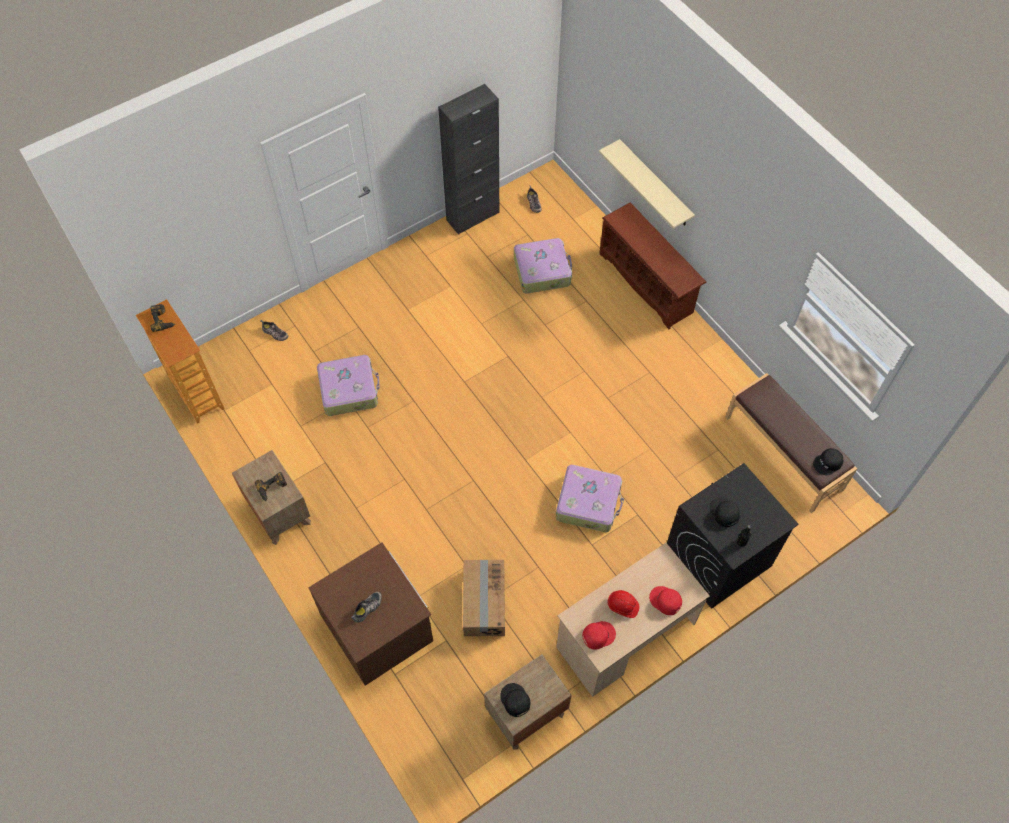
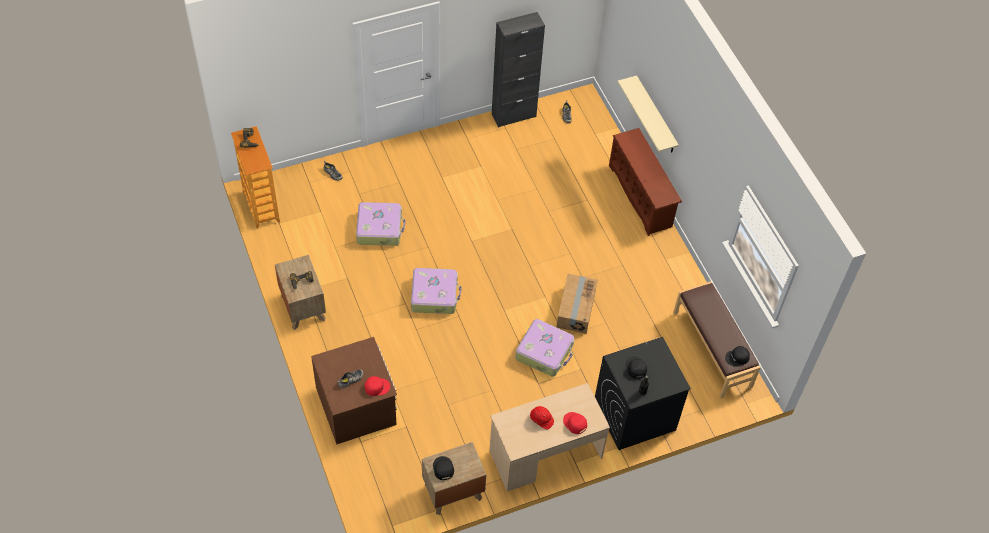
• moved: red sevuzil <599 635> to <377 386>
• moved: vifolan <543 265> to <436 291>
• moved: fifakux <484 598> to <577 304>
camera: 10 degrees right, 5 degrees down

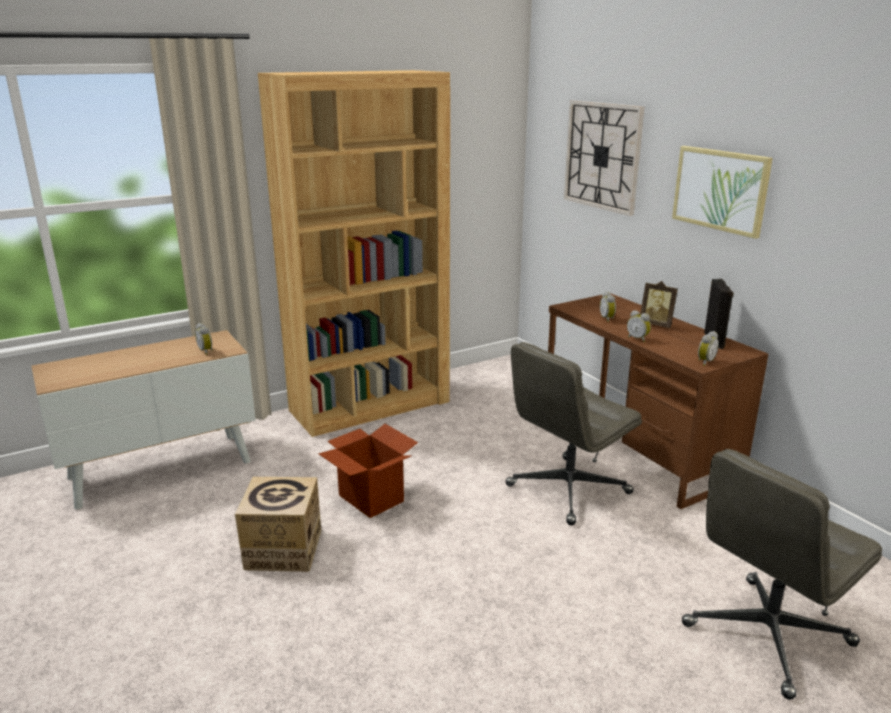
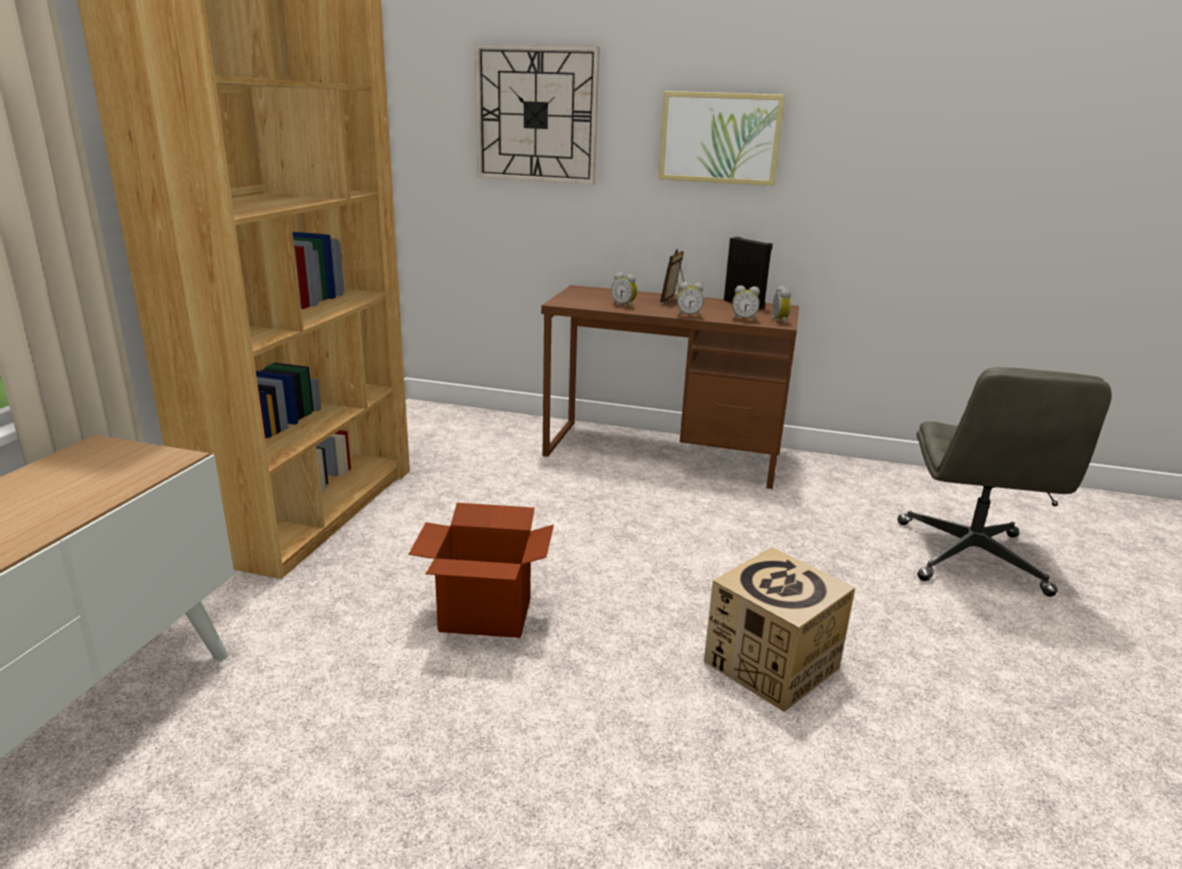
• turned: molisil <659 304> = <672 276> 120 degrees clockwise
• moved: fifakux <278 524> to <779 629>
• moved: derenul <204 339> to <746 303>
• removed: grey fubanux <573 433>
camera: 45 degrees left, 0 degrees up

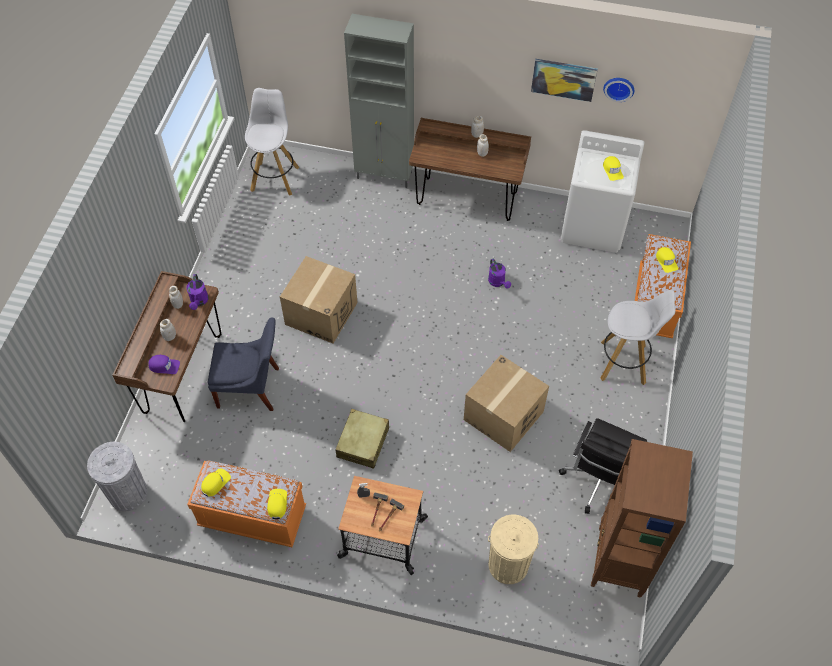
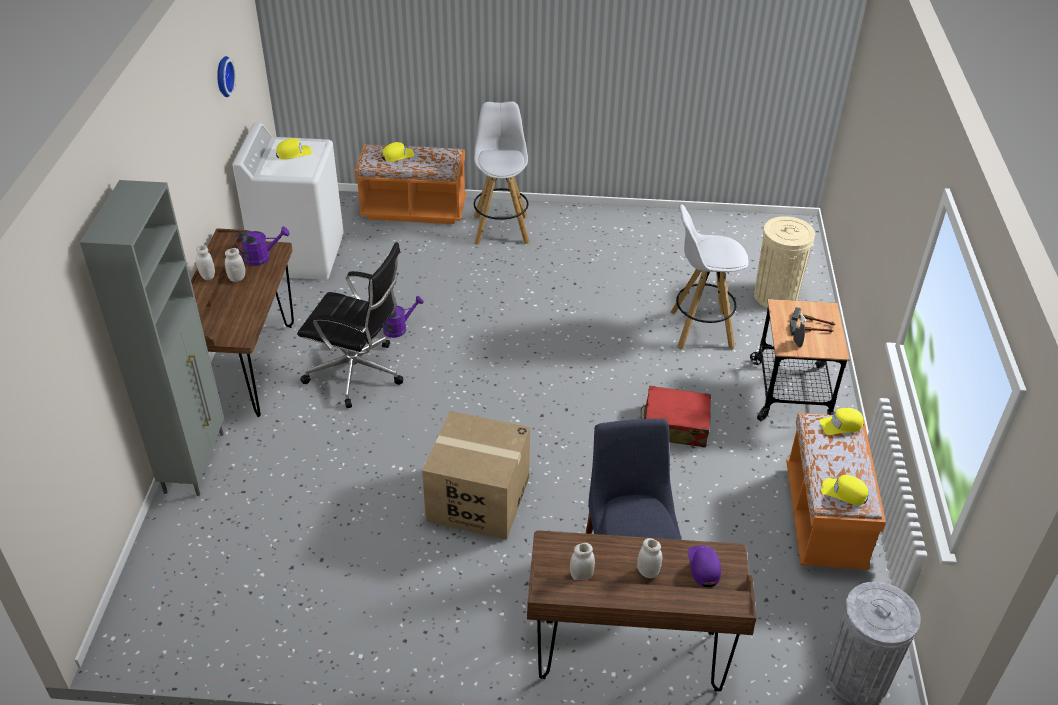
• moved: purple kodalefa <197 292> to <262 246>
• moved: black fubanux <603 466> to <350 325>
• recoloured: beige vifolan <362 439> to red vifolan <676 416>
• moved: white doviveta <272 142> to <710 277>
• removed: fifakux <506 403>
• removed: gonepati <564 80>
• removed: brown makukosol <642 518>
camera: 100 degrees left, 15 degrees down

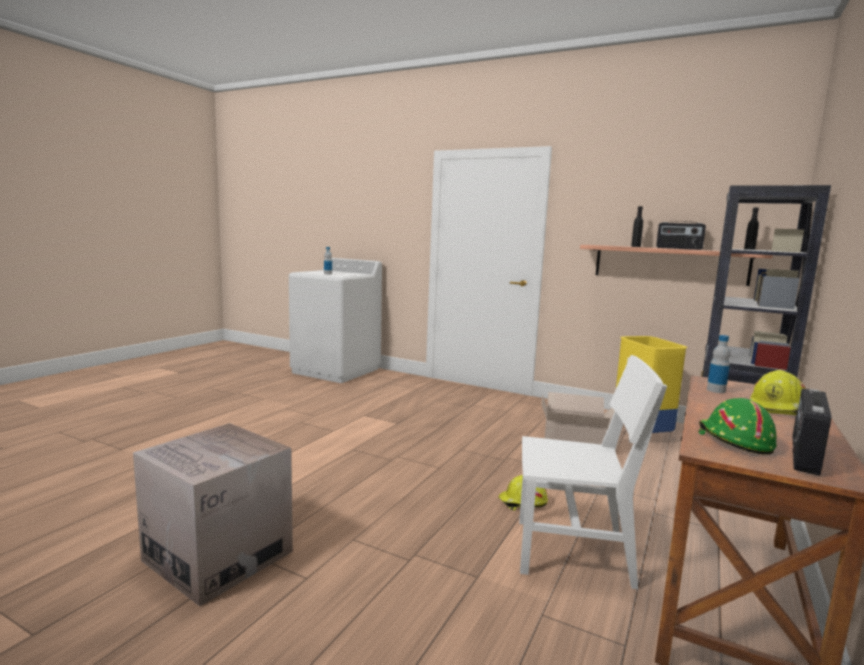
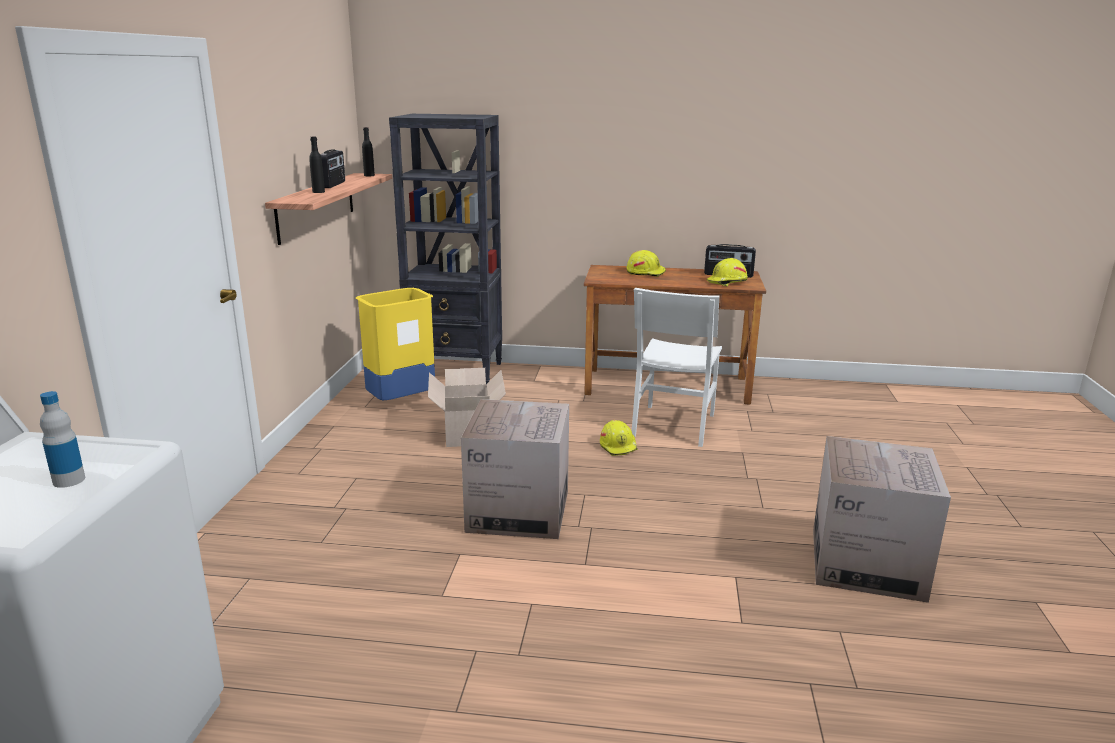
• added: fifakux <515 469>
• turned: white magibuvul <593 472> = <677 367> 150 degrees counterclockwise
• recoloured: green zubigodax <737 426> to yellow zubigodax <727 272>
• removed: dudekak <718 364>
camera: 110 degrees left, 10 degrees up

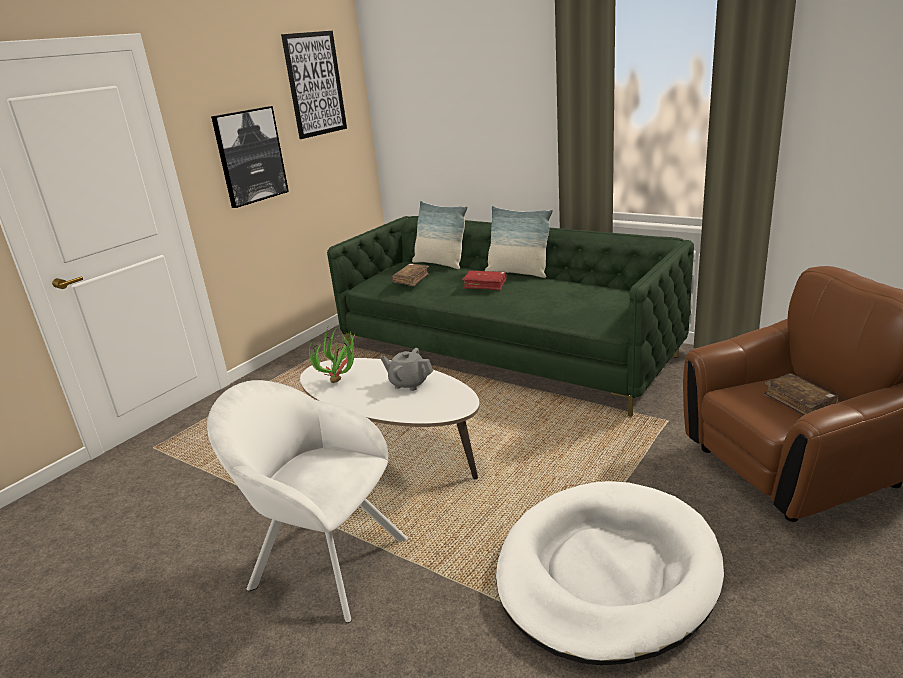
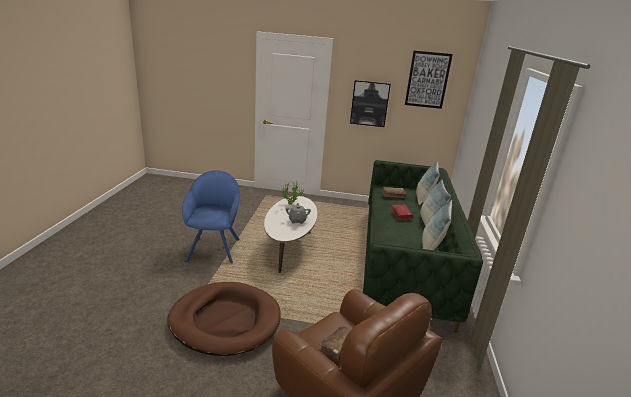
• recoloured: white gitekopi <610 573> to brown gitekopi <224 319>
• recoloured: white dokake <307 501> to blue dokake <211 216>
• added: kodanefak <437 225>
camera: 60 degrees right, 0 degrees up

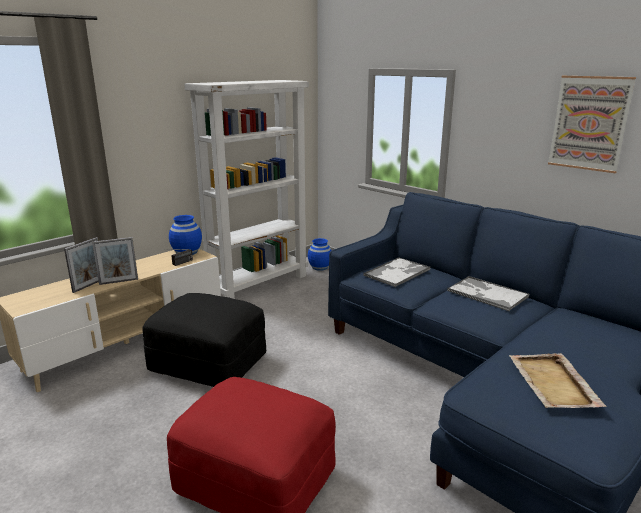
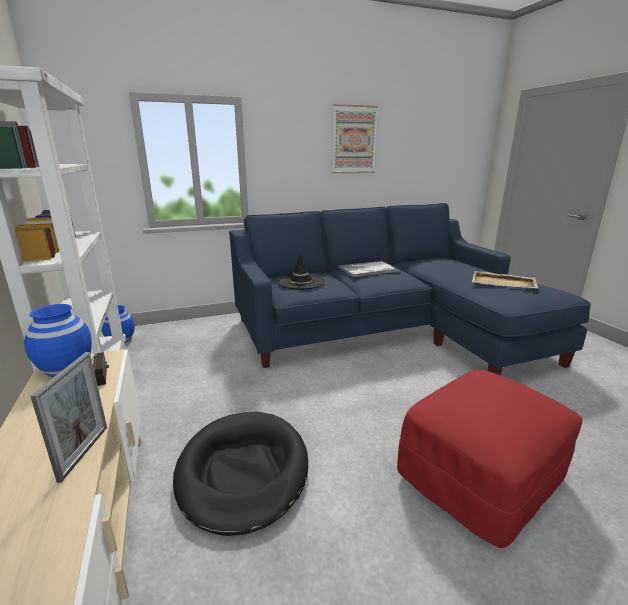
• replaced: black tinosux <204 340> to black gitekopi <240 474>
• replaced: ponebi <397 272> to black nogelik <301 271>
• removed: molisil <81 265>
camera: 65 degrees left, 0 degrees up

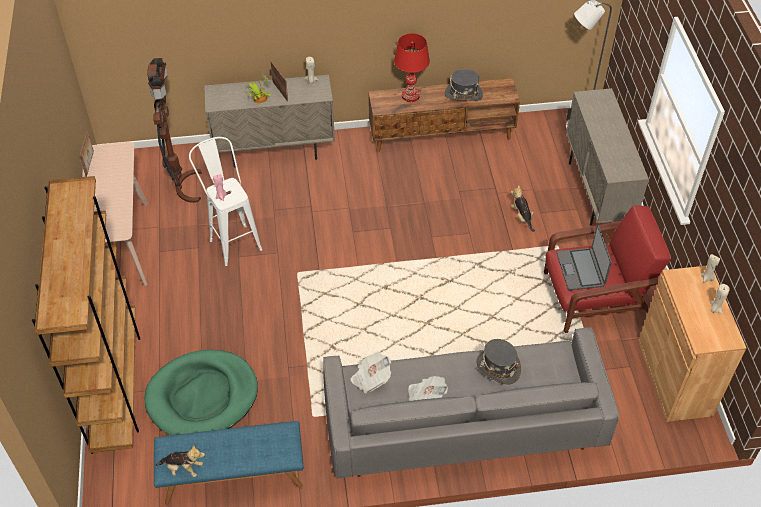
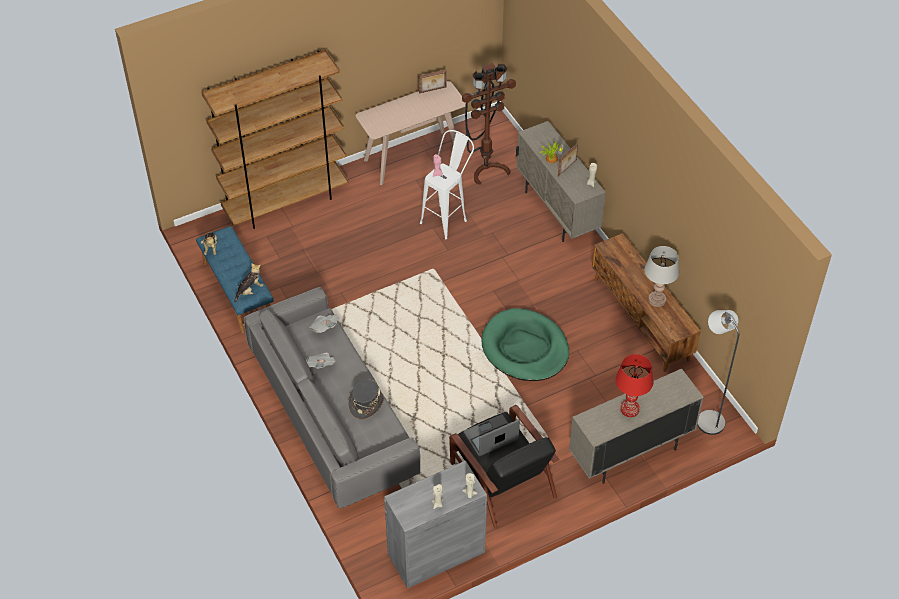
• moved: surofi <523 208> to <249 283>
• recoloured: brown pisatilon <692 343> to grey pisatilon <435 525>
• recoloured: red dokake <607 269> to black dokake <504 467>
• moved: green gitekopi <201 392> to <525 344>
• moved: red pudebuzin <412 67> to <634 385>
• replaced: grey nogelik <464 85> to grey pudebuzin <661 276>
camera: 70 degrees right, 0 degrees up

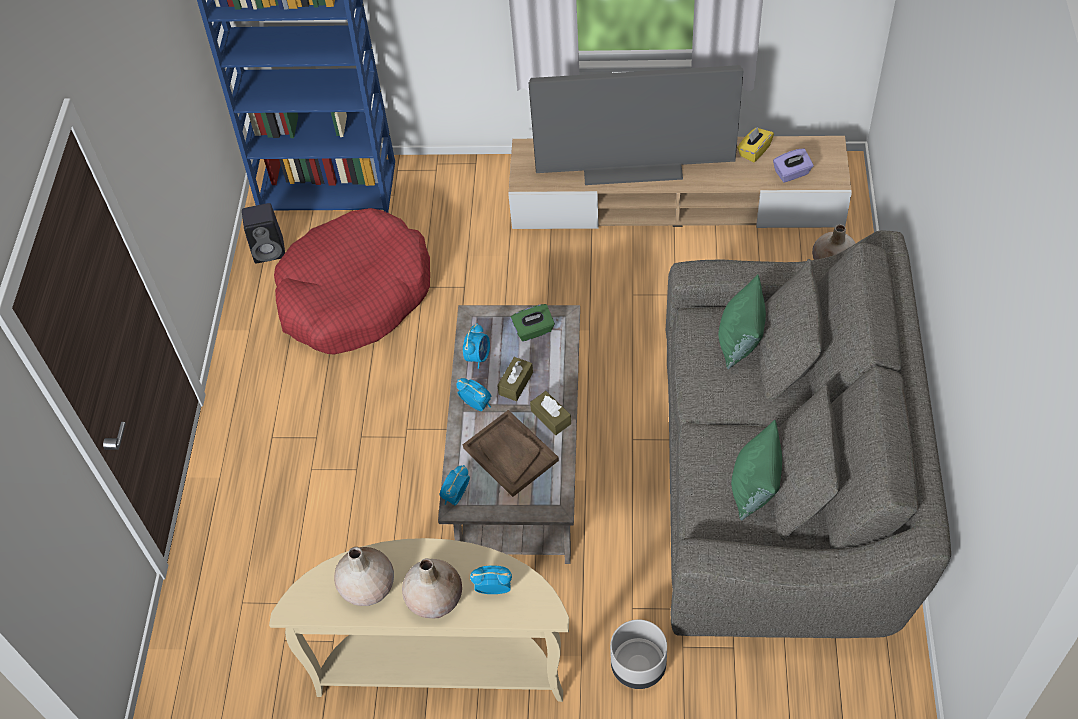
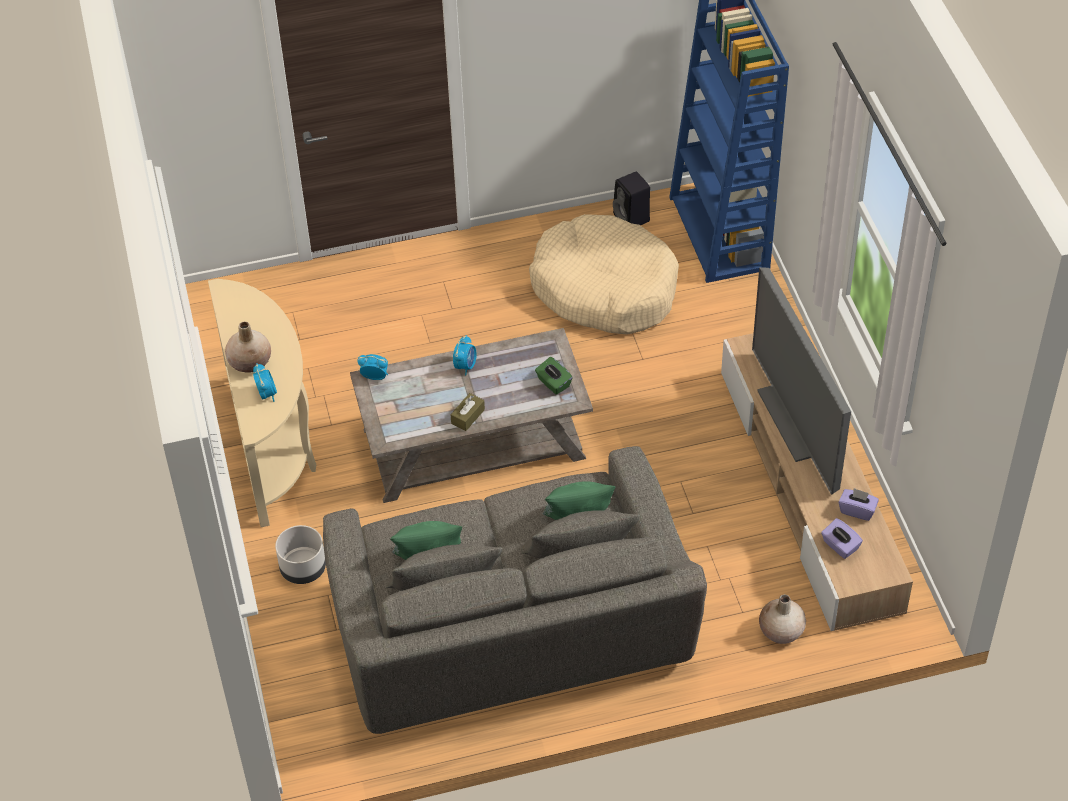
• recoloured: red gitekopi <352 281> to beige gitekopi <604 274>
• recoloured: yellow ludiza <755 145> to purple ludiza <858 504>
• removed: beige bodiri <364 576>
• removed: derenul <476 346>
• removed: brown ponebi <511 453>
• removed: brown ludiza <515 379>
camera: 70 degrees right, 5 degrees down

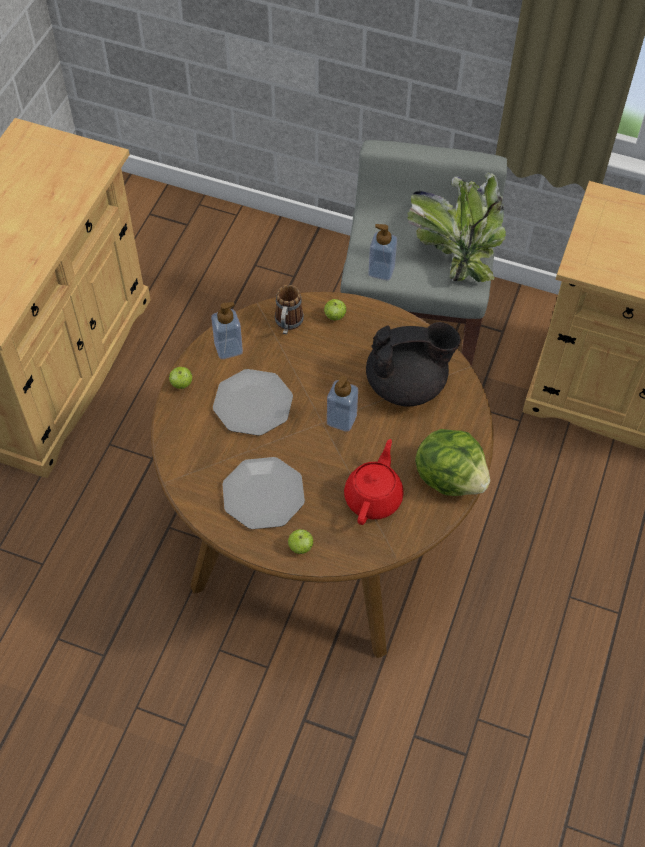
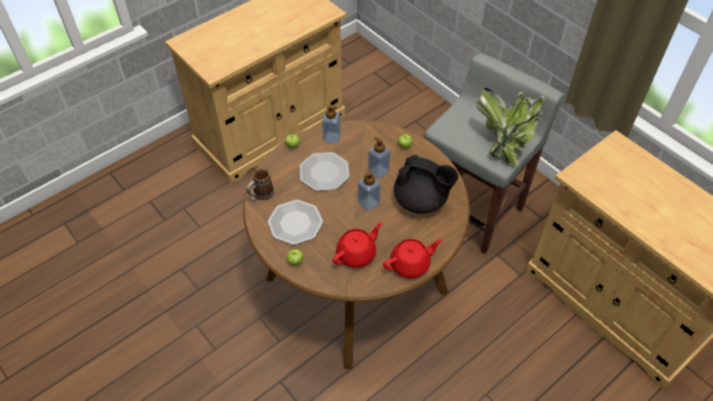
• moved: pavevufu <289 309> to <260 185>
• moved: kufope <382 252> to <379 157>
• replaced: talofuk <452 462> to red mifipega <413 258>
camera: 30 degrees right, 5 degrees down

